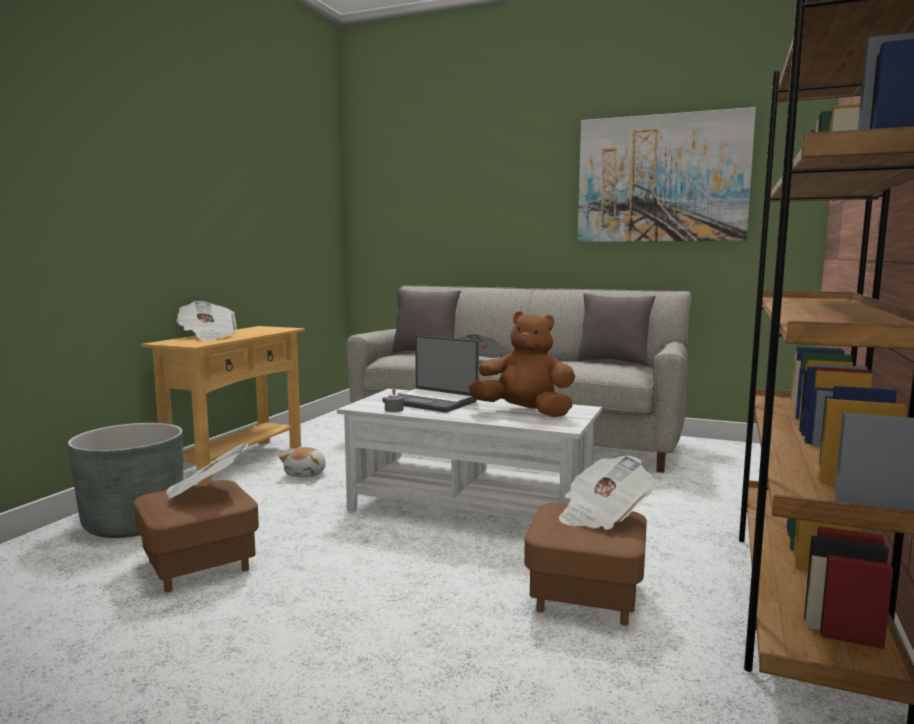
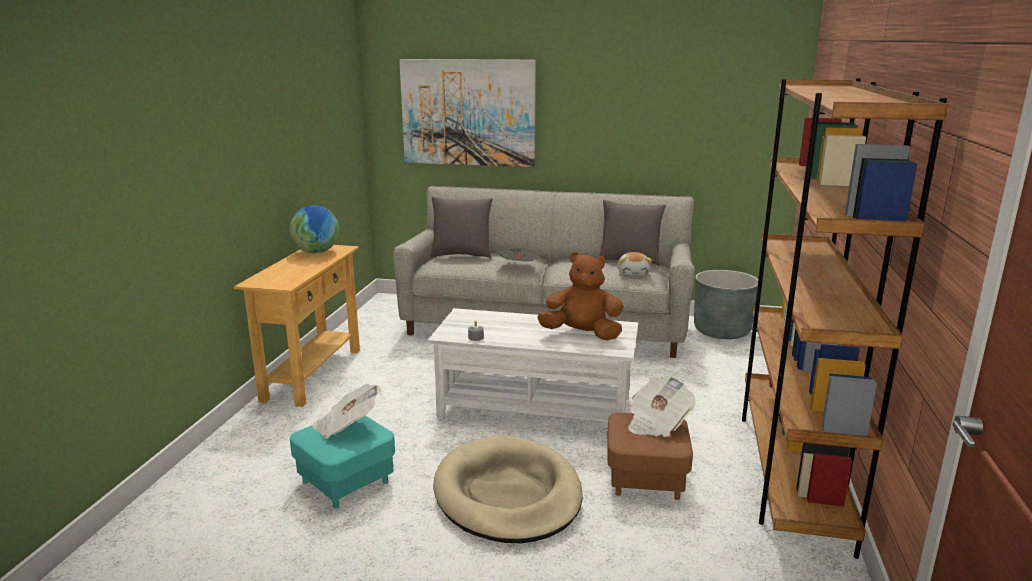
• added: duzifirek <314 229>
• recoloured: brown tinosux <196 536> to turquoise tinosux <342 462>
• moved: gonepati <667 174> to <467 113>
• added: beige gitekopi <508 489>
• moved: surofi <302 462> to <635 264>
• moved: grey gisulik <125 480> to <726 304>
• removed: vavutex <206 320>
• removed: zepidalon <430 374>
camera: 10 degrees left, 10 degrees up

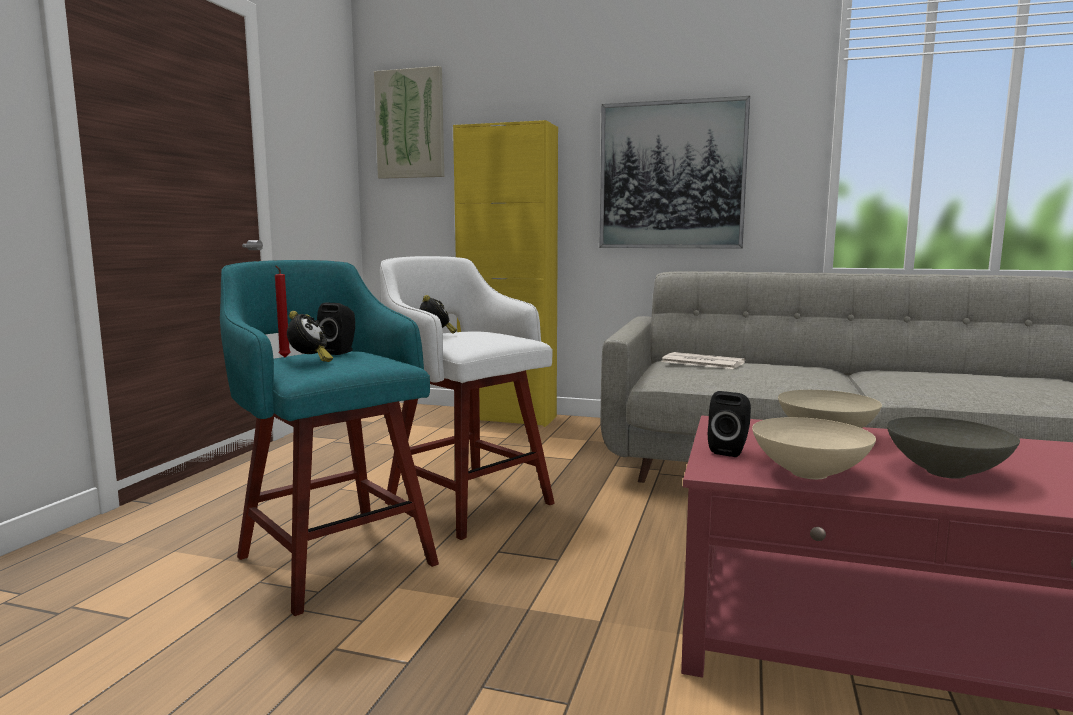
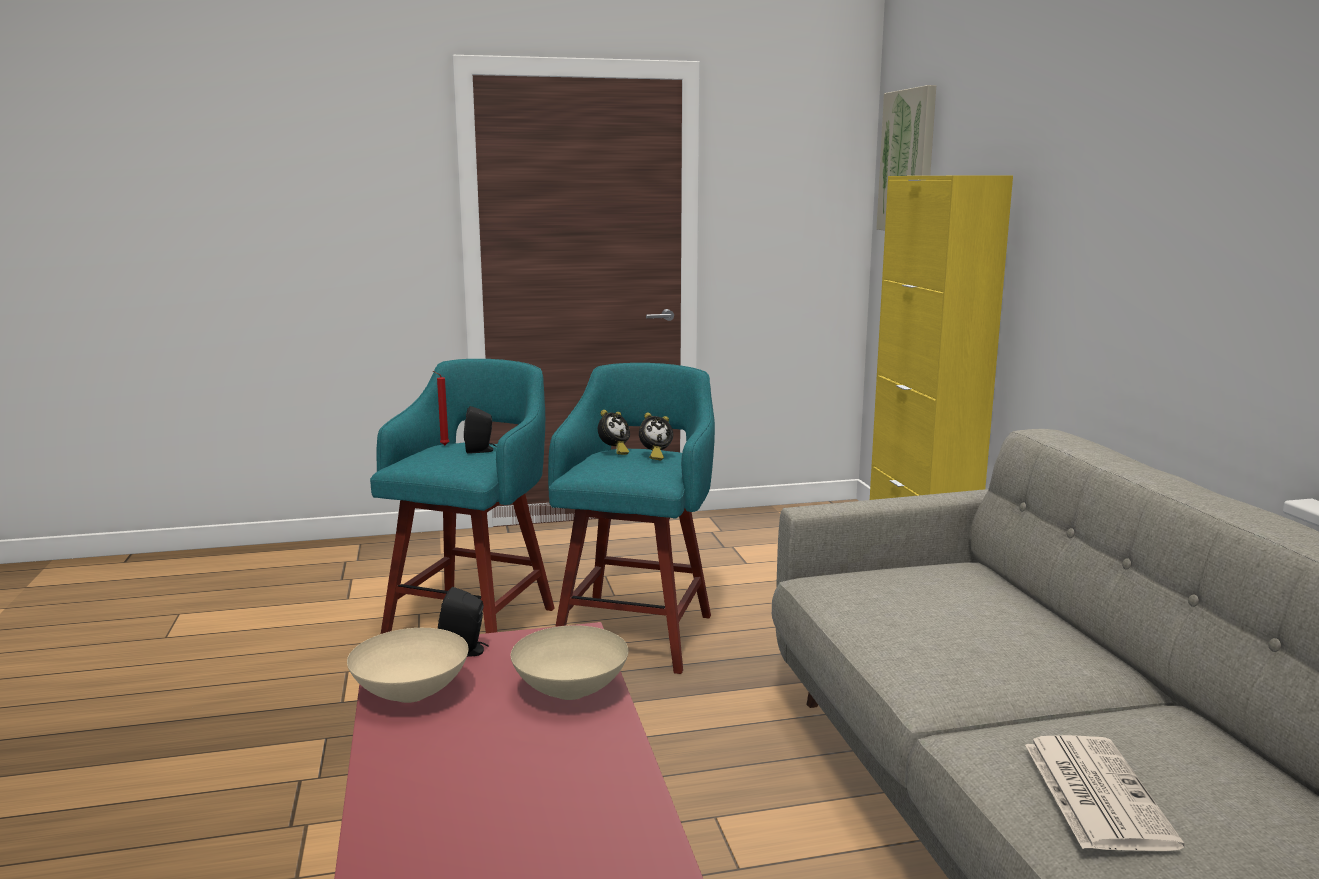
• recoloured: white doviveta <467 398> to turquoise doviveta <631 518>
• moved: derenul <310 336> to <656 436>
• moved: vavutex <703 360> to <1105 793>
• removed: gonepati <674 172>
• removed: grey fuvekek <953 448>
camera: 60 degrees right, 5 degrees up

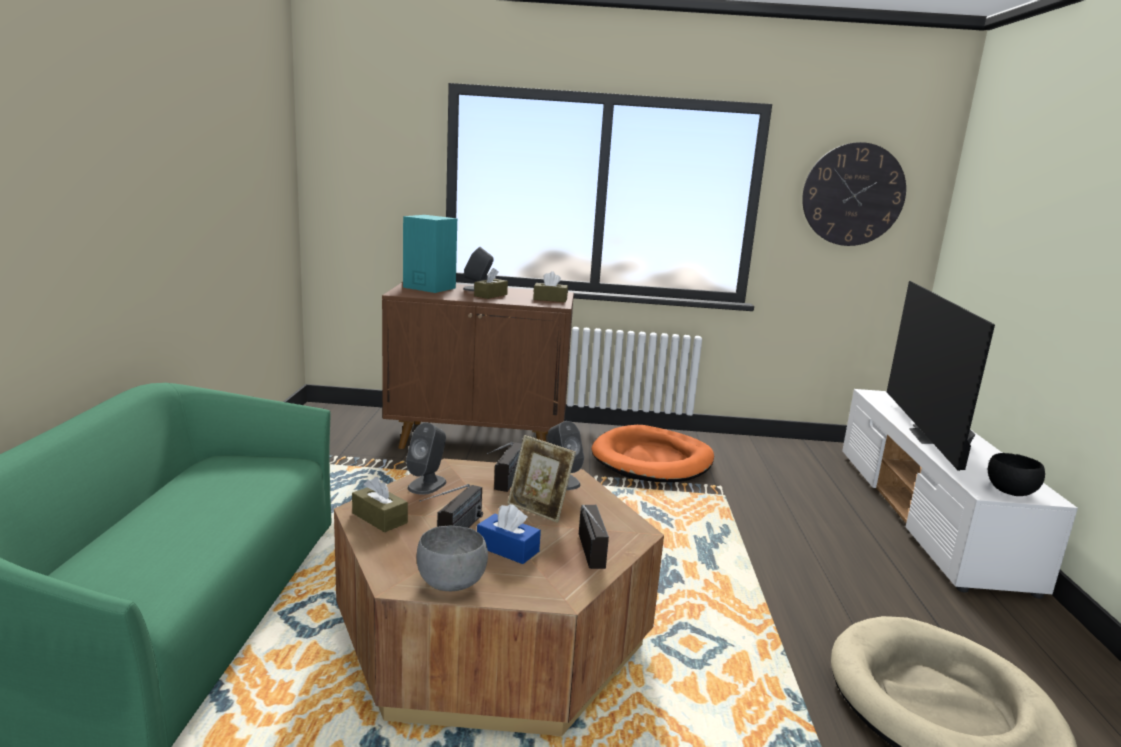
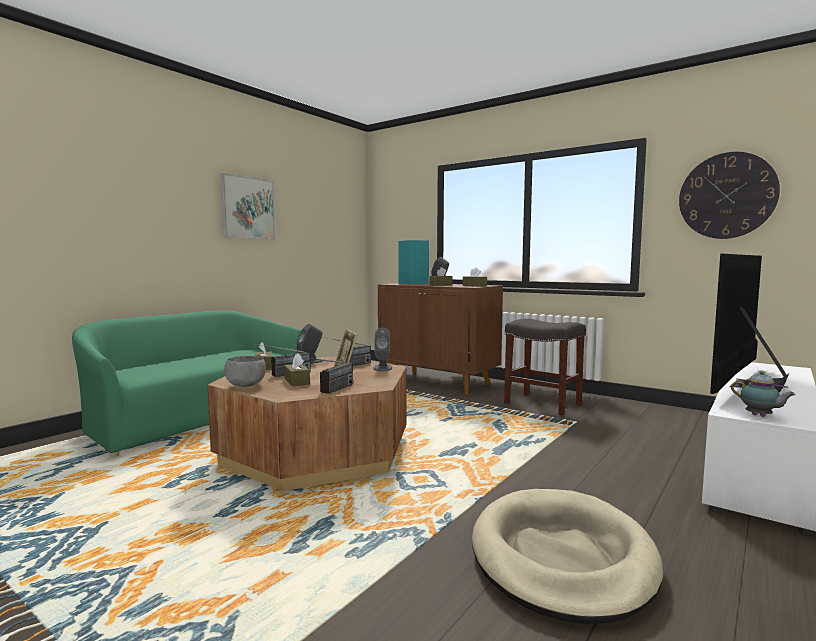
• added: gonepati <248 206>
• recoloured: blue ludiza <509 534> to brown ludiza <297 369>
• replaced: orange gitekopi <653 453> to grey doviveta <545 367>
• replaced: black fuvekek <1016 474> to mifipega <763 394>
camera: 35 degrees right, 10 degrees down

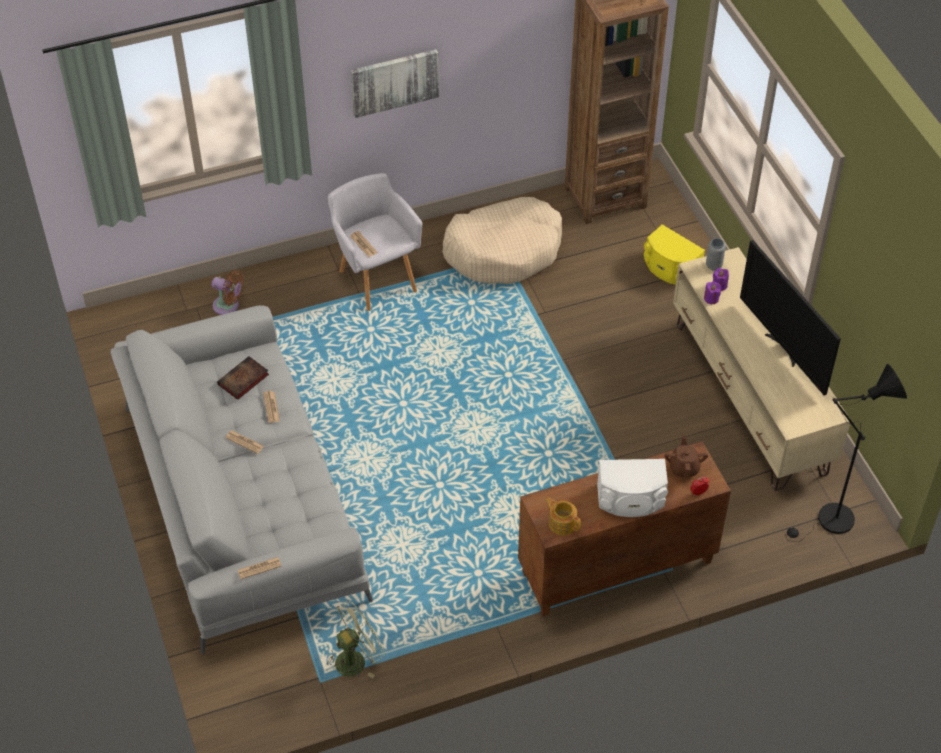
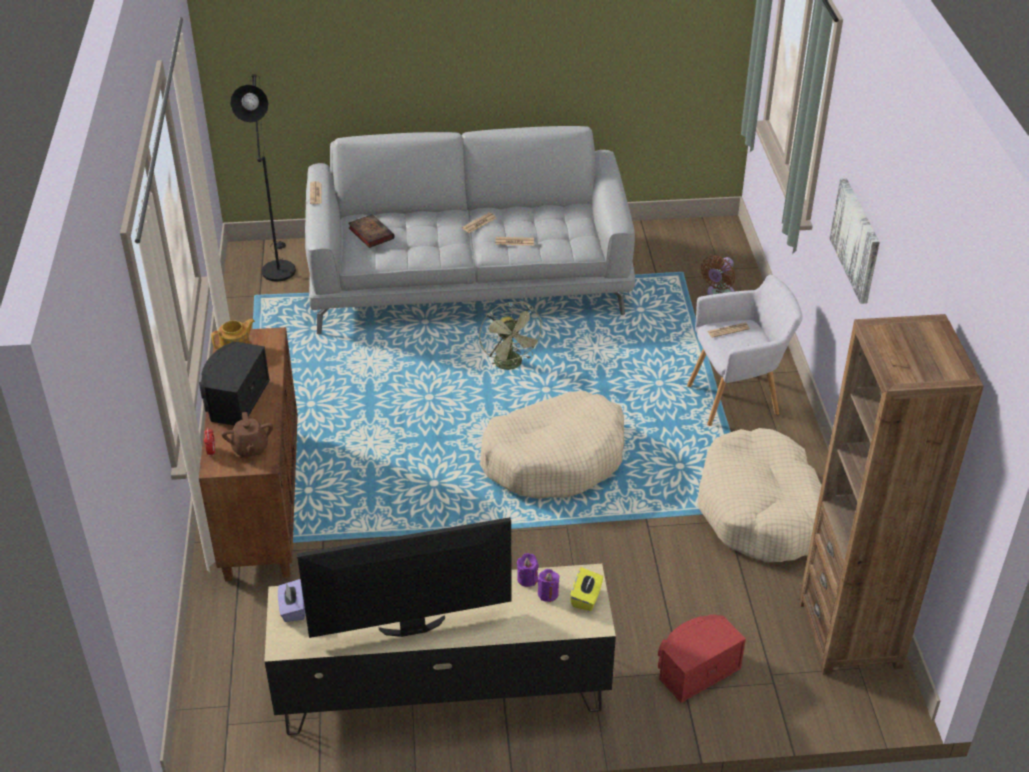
• recoloured: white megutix <632 488> to black megutix <234 383>
• turned: brown mifipega <686 457> = <247 435> 60 degrees clockwise
• moved: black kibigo <846 453> to <263 178>
• added: purple ludiza <291 600>
• moved: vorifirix <243 378> to <371 231>
• moved: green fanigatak <356 639> to <511 336>
• added: beige gitekopi <552 445>
• replaced: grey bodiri <716 254> to yellow ludiza <586 589>
• recoloured: yellow megutix <674 255> to red megutix <702 658>
camera: 105 degrees right, 10 degrees down

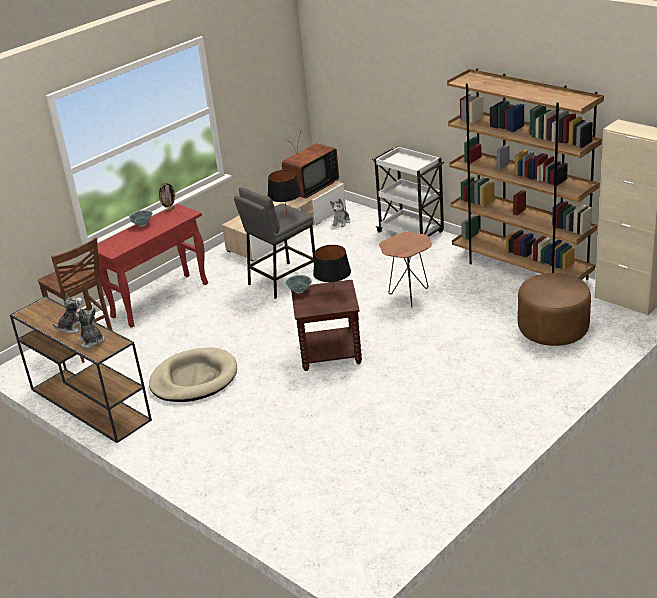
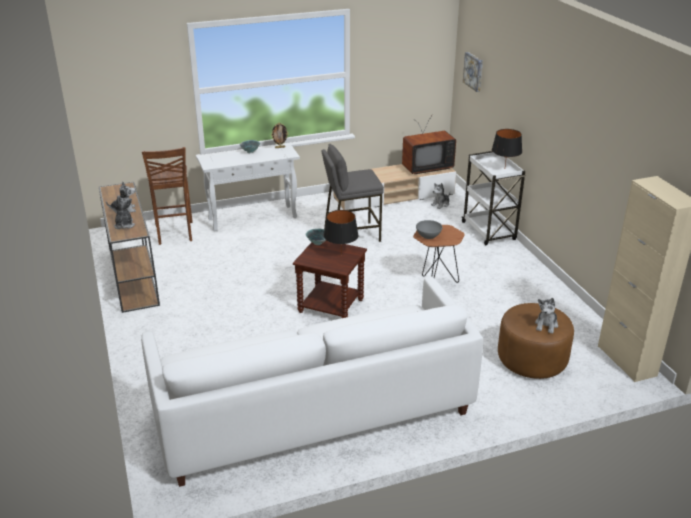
• added: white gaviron <312 381>
• recoloured: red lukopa <148 266> to white lukopa <248 187>
• added: grey fuvekek <429 229>
• added: gonepati <473 72>
• moved: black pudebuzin <284 192> to <507 147>
• added: surofi <546 316>
• removed: beige gitekopi <193 375>
• removed: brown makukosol <525 174>
camera: 25 degrees right, 0 degrees up

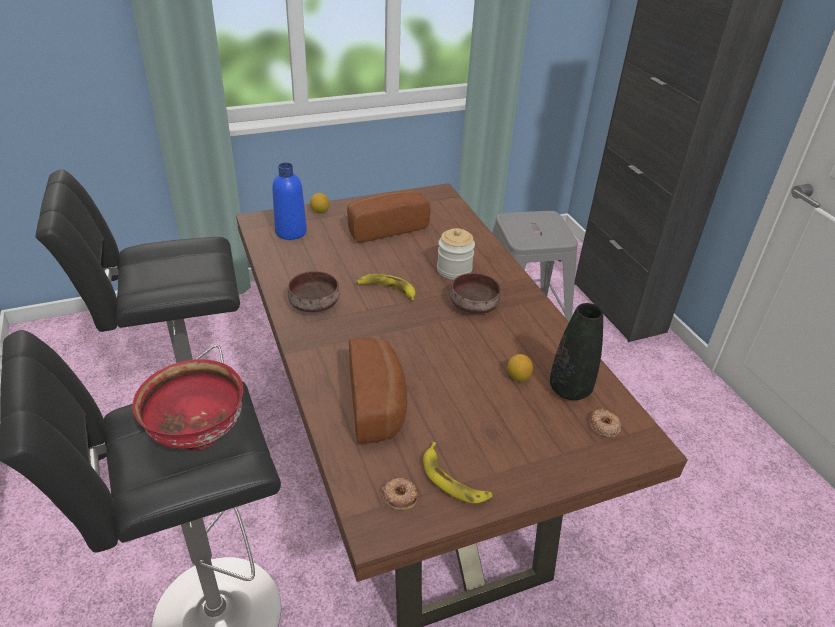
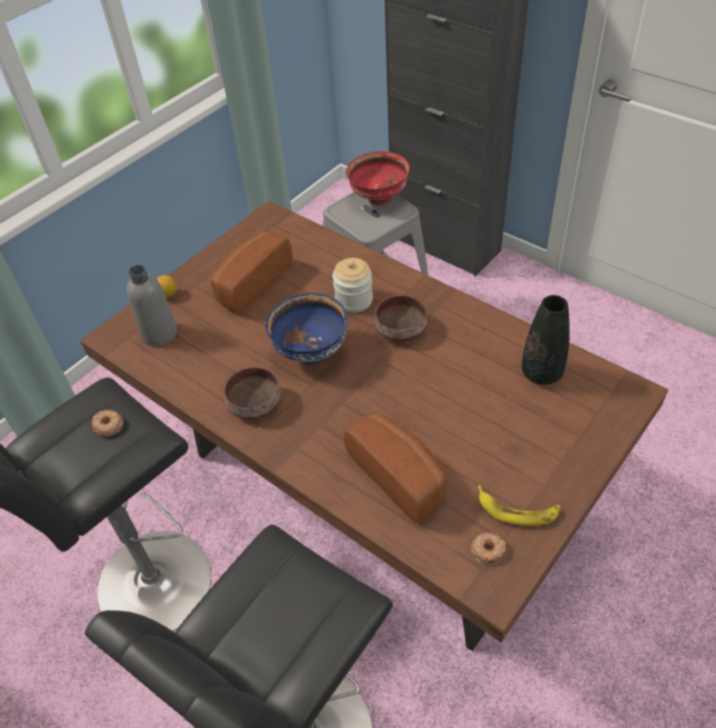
• moved: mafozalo <605 423> to <107 422>
• recoloured: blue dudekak <289 201> to grey dudekak <152 305>
• replaced: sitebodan <386 288> to blue fuvekek <307 329>
• moved: red fuvekek <187 404> to <378 178>
• removed: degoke <520 367>
camera: 25 degrees left, 10 degrees up

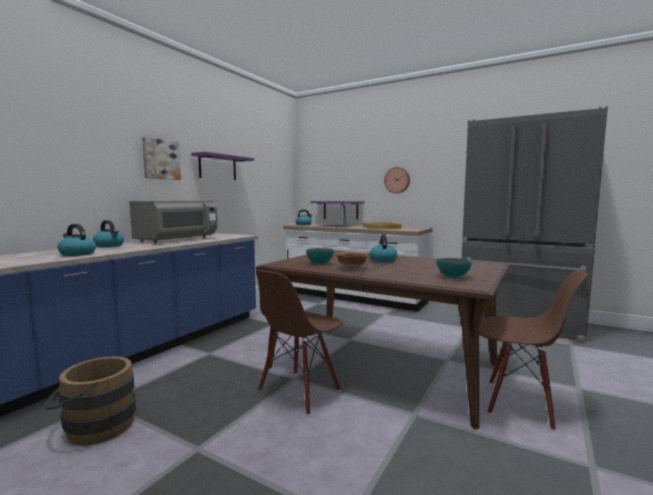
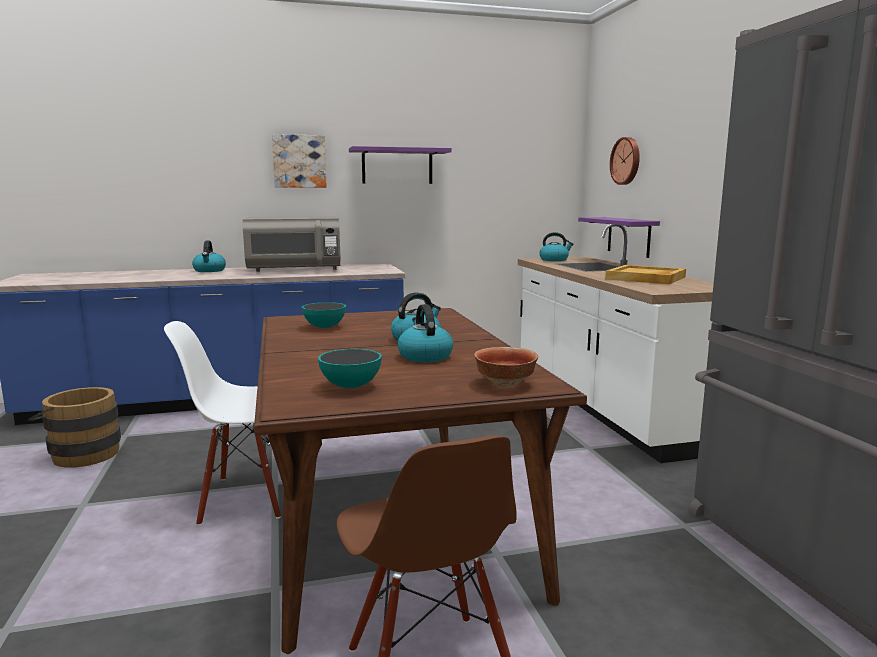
• recoloured: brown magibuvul <300 342> to white magibuvul <222 423>
• moved: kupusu <77 240> to <425 333>
• moved: fuvekek <352 260> to <506 367>
• moved: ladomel <397 180> to <625 161>
camera: 45 degrees right, 5 degrees up

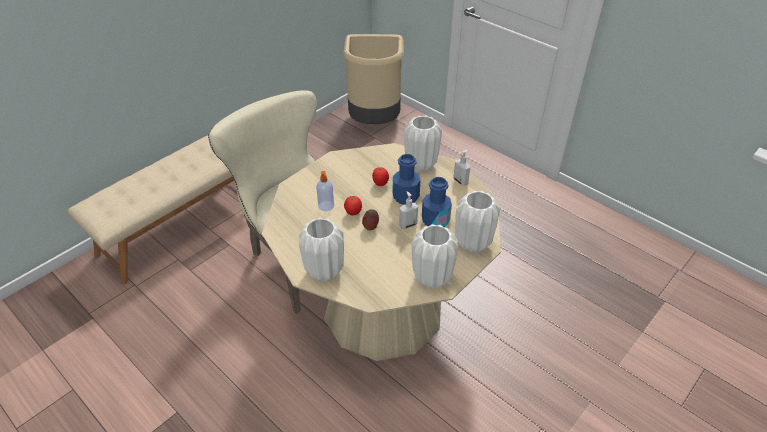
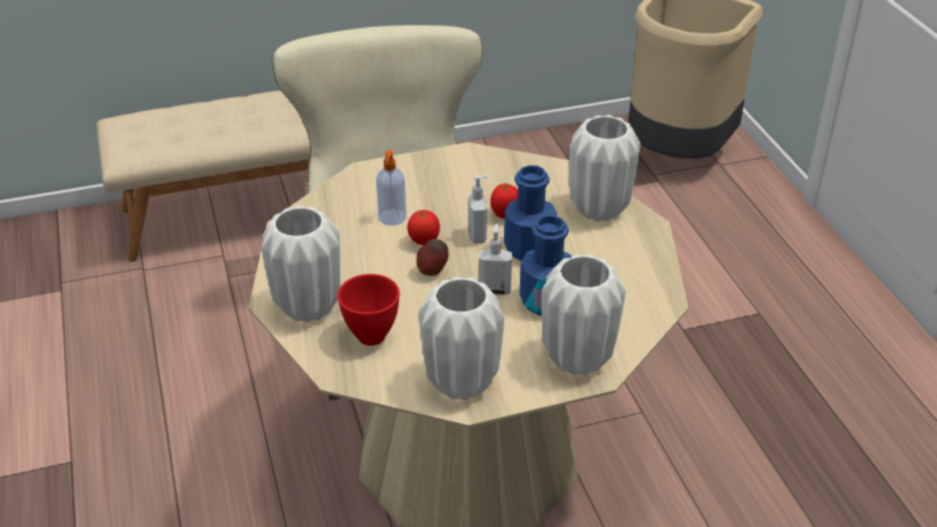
• added: red fuvekek <368 310>
• moved: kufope <461 167> to <478 209>
camera: 30 degrees right, 5 degrees down

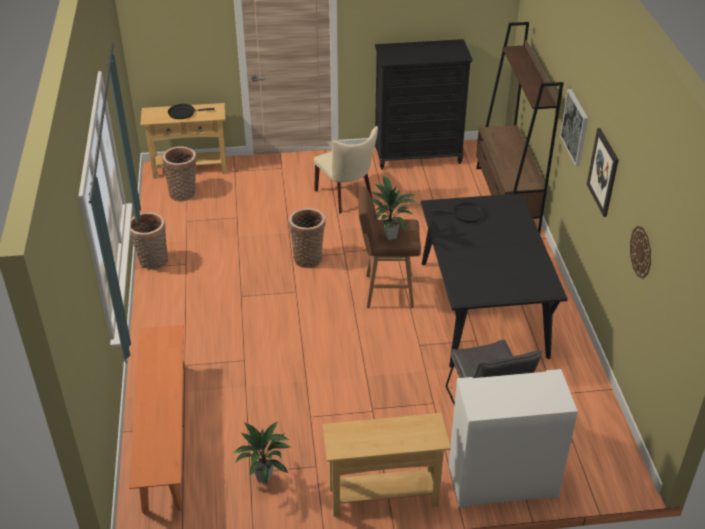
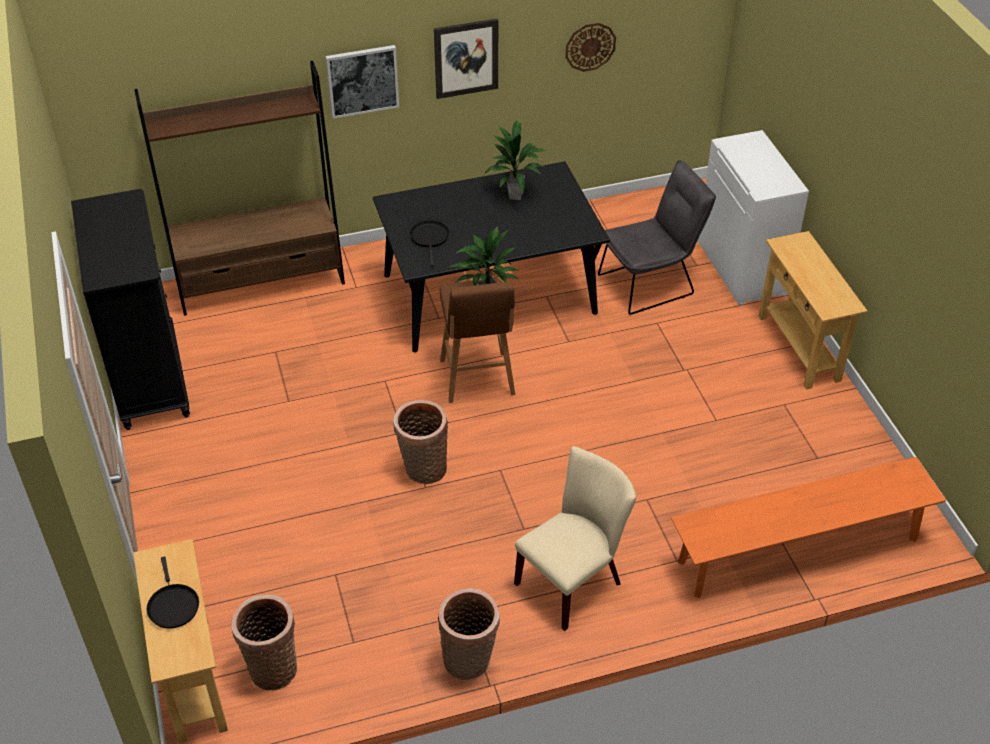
• moved: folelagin <261 452> to <514 159>
• moved: beige magibuvul <346 170> to <575 538>
camera: 100 degrees left, 5 degrees up

